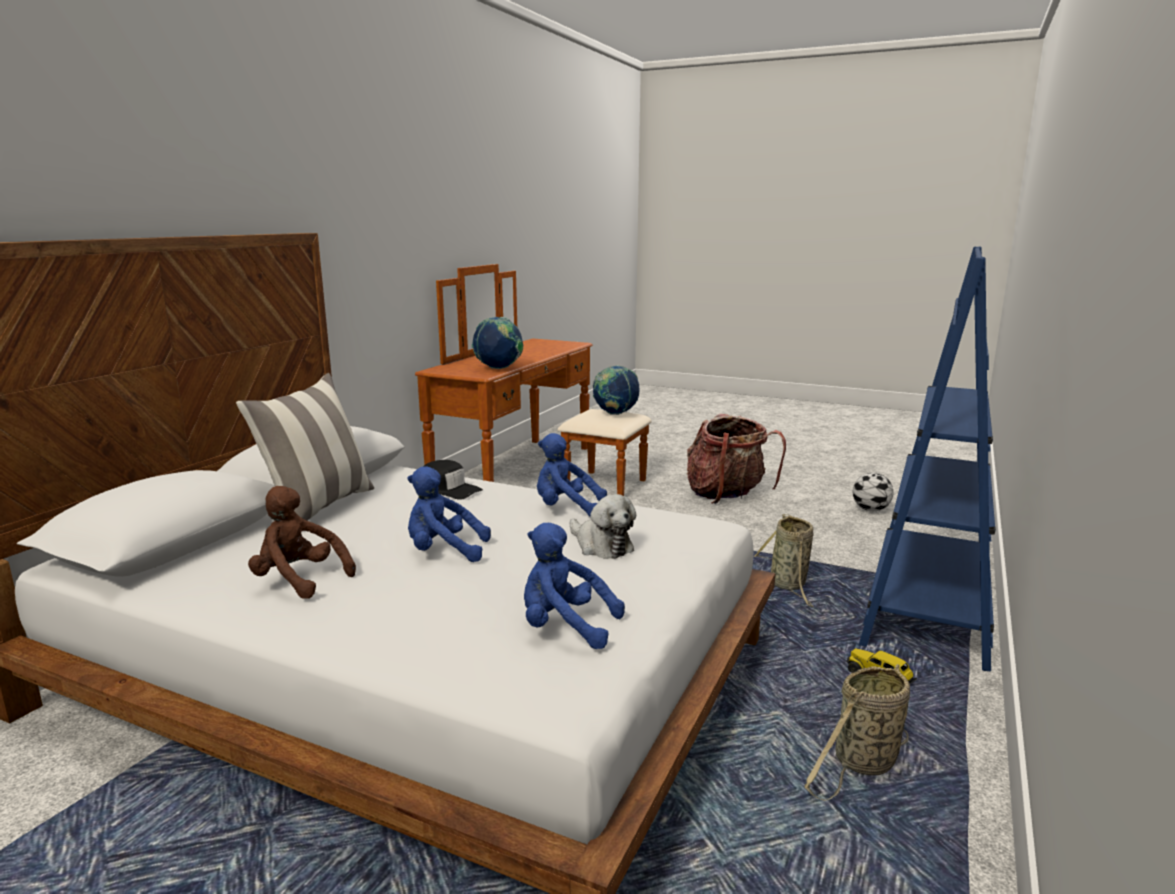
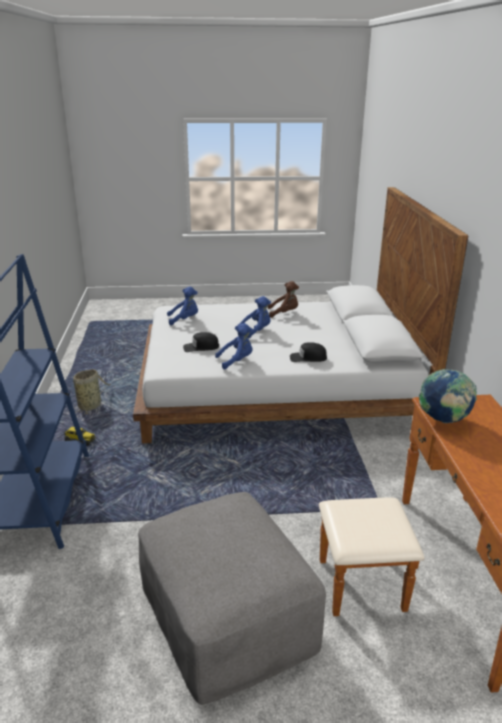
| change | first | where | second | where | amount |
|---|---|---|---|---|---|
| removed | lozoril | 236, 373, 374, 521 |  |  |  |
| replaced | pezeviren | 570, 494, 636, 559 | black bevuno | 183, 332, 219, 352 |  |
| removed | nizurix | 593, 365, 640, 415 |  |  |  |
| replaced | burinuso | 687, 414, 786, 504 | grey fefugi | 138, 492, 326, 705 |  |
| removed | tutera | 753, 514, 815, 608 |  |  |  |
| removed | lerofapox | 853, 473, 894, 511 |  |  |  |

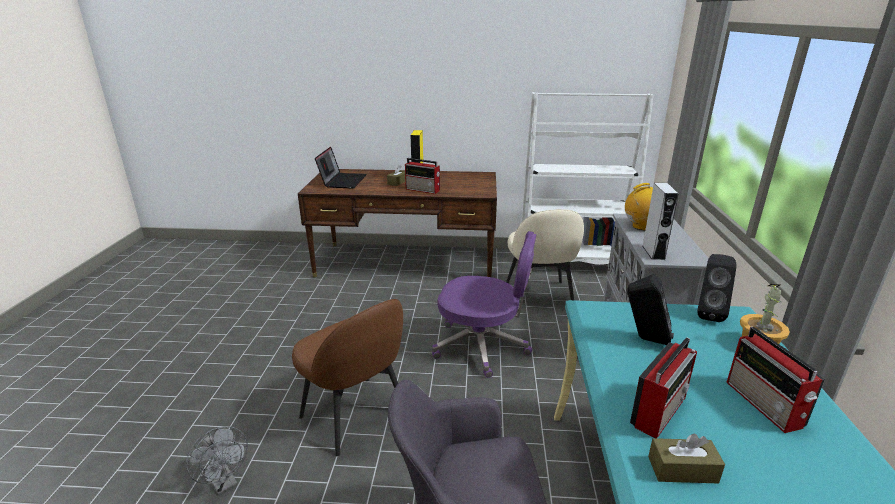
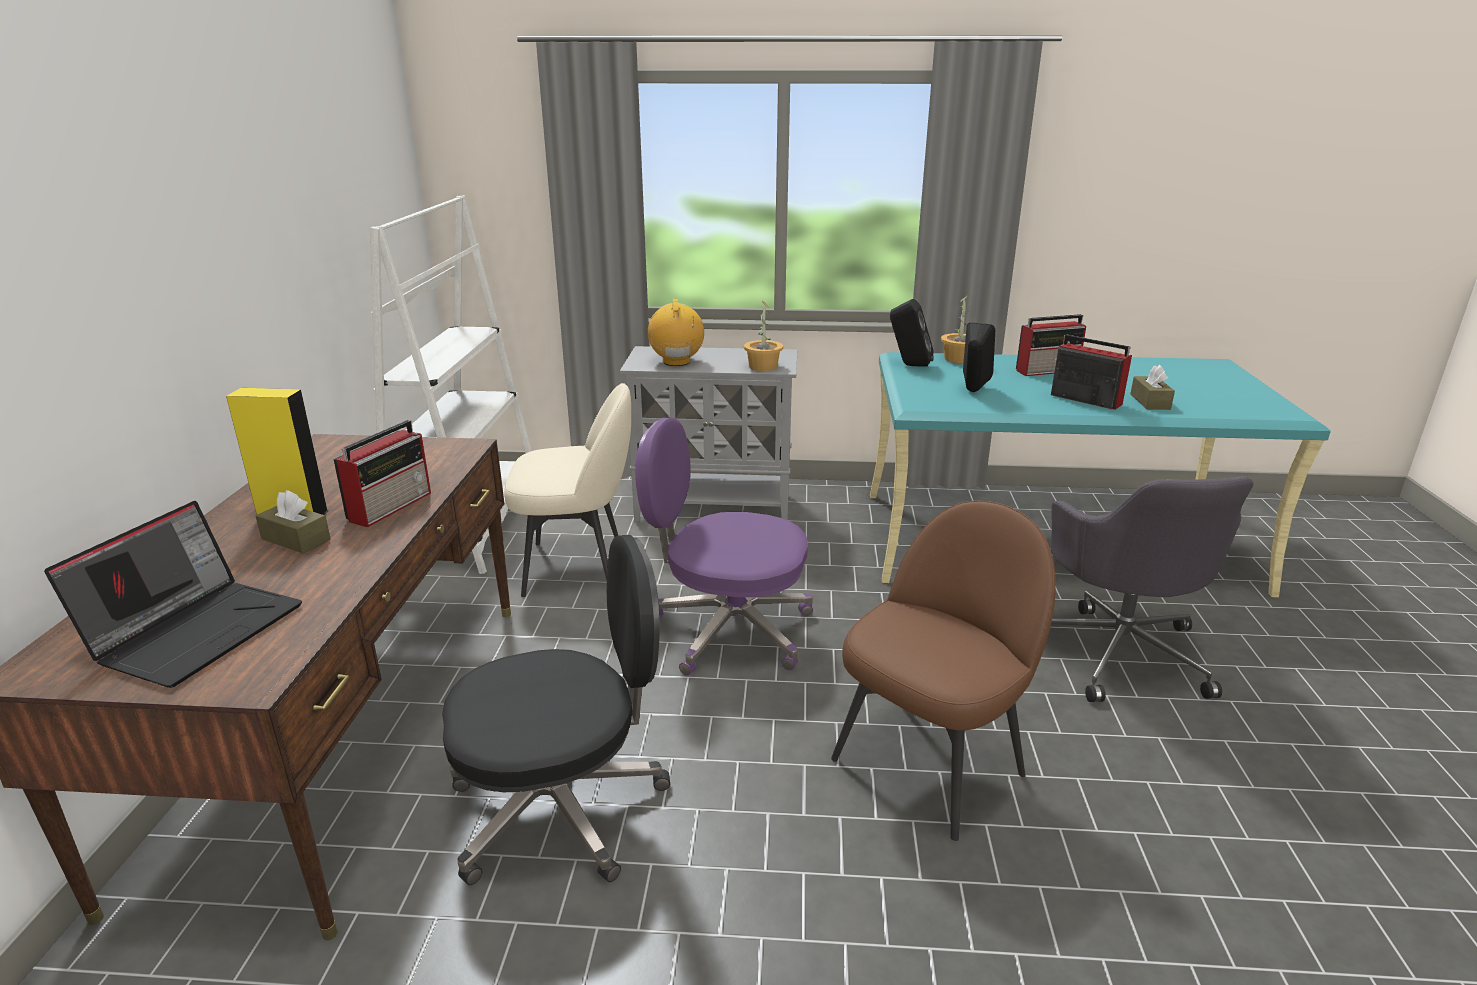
| change | first | where | second | where | amount |
|---|---|---|---|---|---|
| removed | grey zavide | 186, 426, 248, 495 |  |  |  |
| turned | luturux | 315, 147, 367, 189 |  | 44, 501, 302, 688 | 105 degrees clockwise |
| turned | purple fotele | 432, 231, 536, 378 |  | 635, 418, 813, 676 | 90 degrees counterclockwise |
| replaced | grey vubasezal | 643, 183, 679, 260 | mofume | 744, 300, 783, 371 |  |
| added |  |  | black fotele | 442, 535, 670, 885 |  |

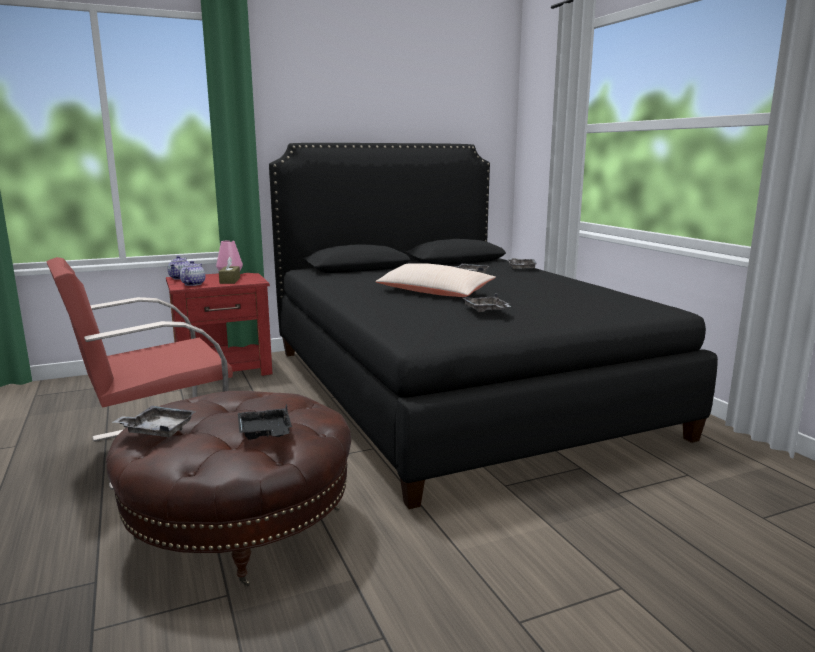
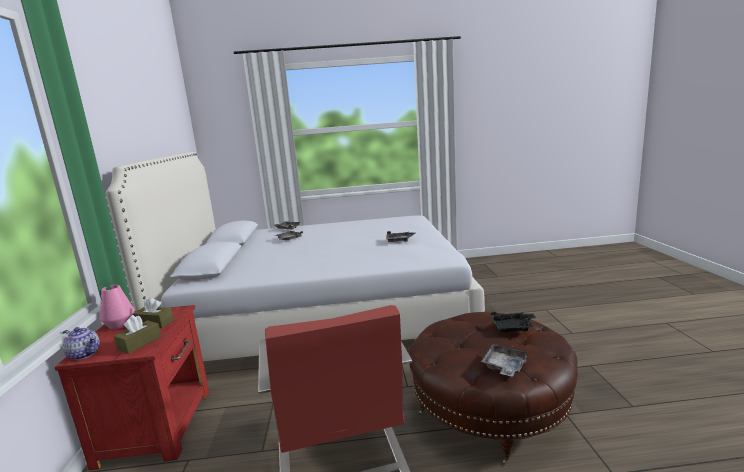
| change | first | where | second | where | amount |
|---|---|---|---|---|---|
| replaced | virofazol | 180, 261, 206, 286 | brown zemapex | 114, 315, 161, 354 |  |
| recoloured | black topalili | 269, 143, 718, 509 | white topalili | 106, 152, 485, 361 |  |
| removed | beige lozoril | 375, 263, 496, 297 |  |  |  |

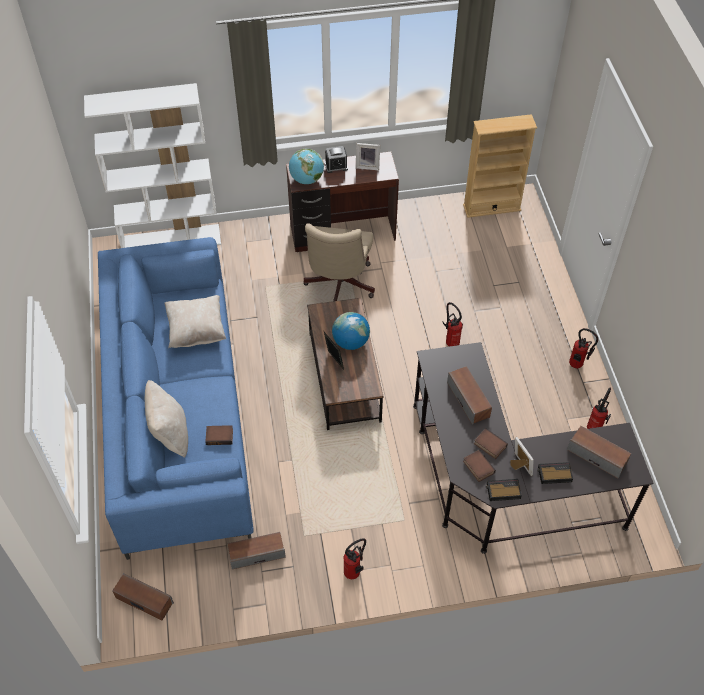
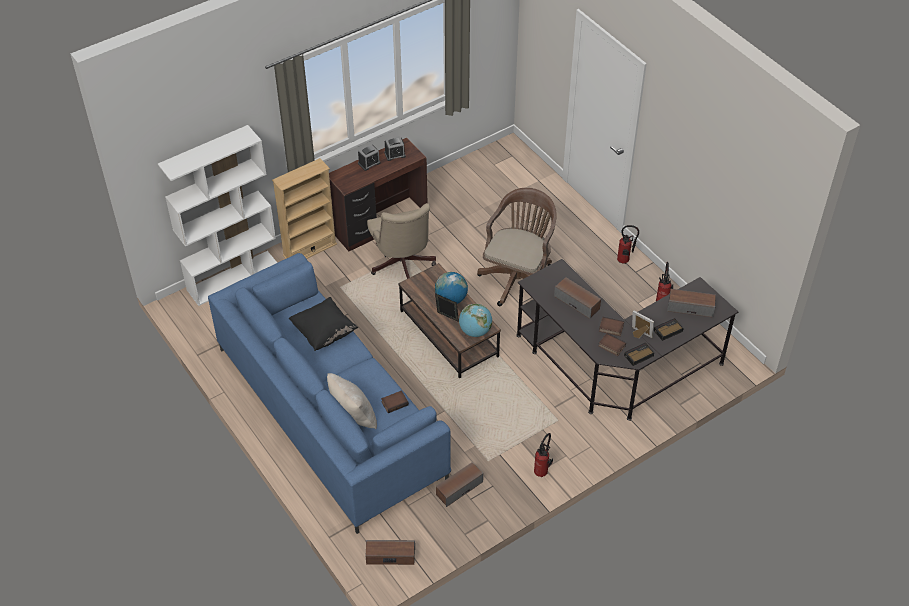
| change | first | where | second | where | amount |
|---|---|---|---|---|---|
| recoloured | beige lozoril | 165, 295, 226, 348 | black lozoril | 289, 297, 358, 351 |  |
| moved | nizurix | 289, 149, 324, 184 |  | 459, 304, 492, 337 |  |
| replaced | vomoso | 356, 143, 380, 170 | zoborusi | 384, 136, 406, 161 |  |
| replaced | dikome | 443, 302, 463, 347 | brown fotele | 477, 188, 557, 306 |  |
| moved | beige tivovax | 463, 114, 537, 218 |  | 272, 158, 337, 259 |  |

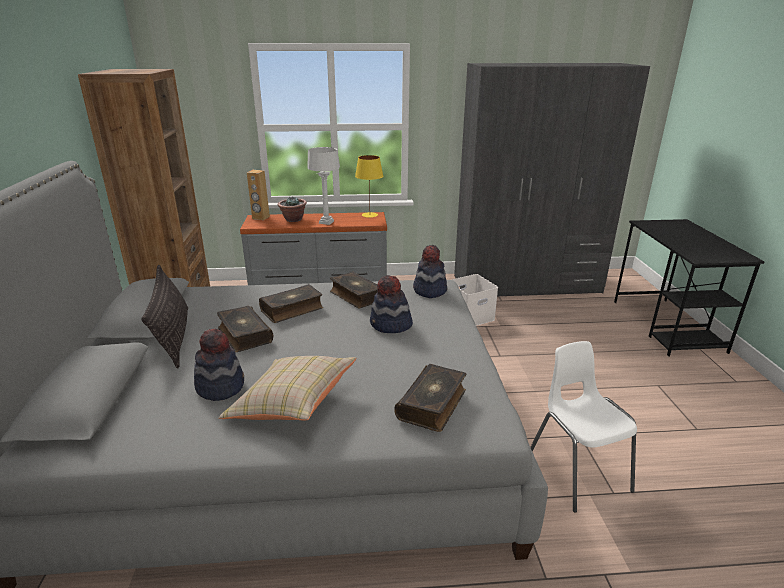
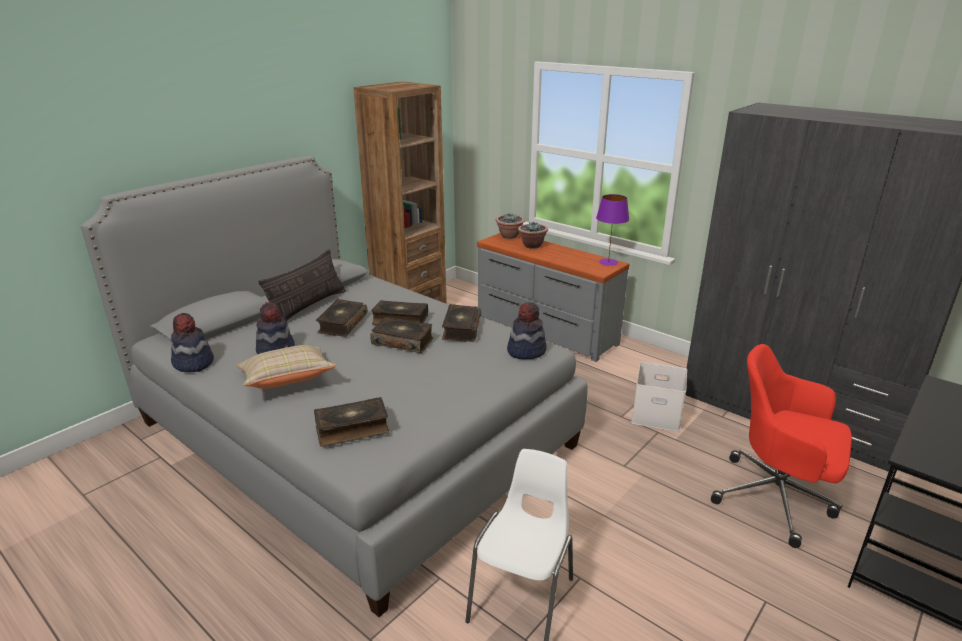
| change | first | where | second | where | amount |
|---|---|---|---|---|---|
| replaced | brown vubasezal | 247, 170, 270, 220 | mofume | 496, 213, 525, 239 |  |
| removed | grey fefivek | 307, 147, 340, 225 |  |  |  |
| recoloured | yellow fefivek | 355, 155, 383, 218 | purple fefivek | 596, 194, 629, 266 |  |
| moved | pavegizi | 370, 275, 413, 333 |  | 171, 313, 214, 372 |  |
| added |  |  | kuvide | 370, 317, 433, 353 |  |
| added |  |  | red fotele | 711, 344, 852, 548 |  |

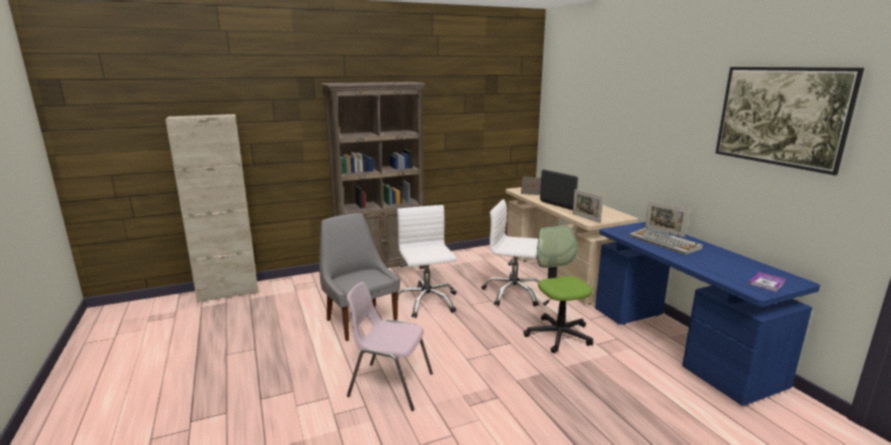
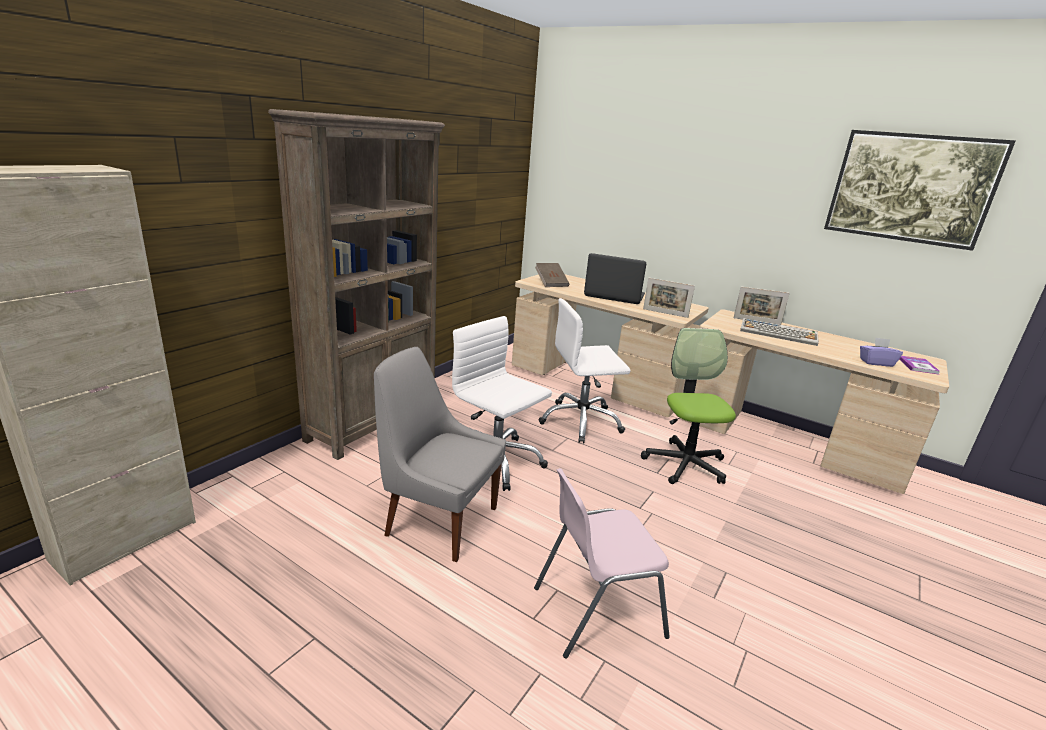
| change | first | where | second | where | amount |
|---|---|---|---|---|---|
| turned | fotele | 523, 225, 593, 353 |  | 641, 328, 736, 484 | 45 degrees clockwise |
| recoloured | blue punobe | 595, 222, 820, 406 | beige punobe | 682, 309, 949, 494 |  |
| added |  |  | purple zemapex | 860, 337, 903, 367 |  |

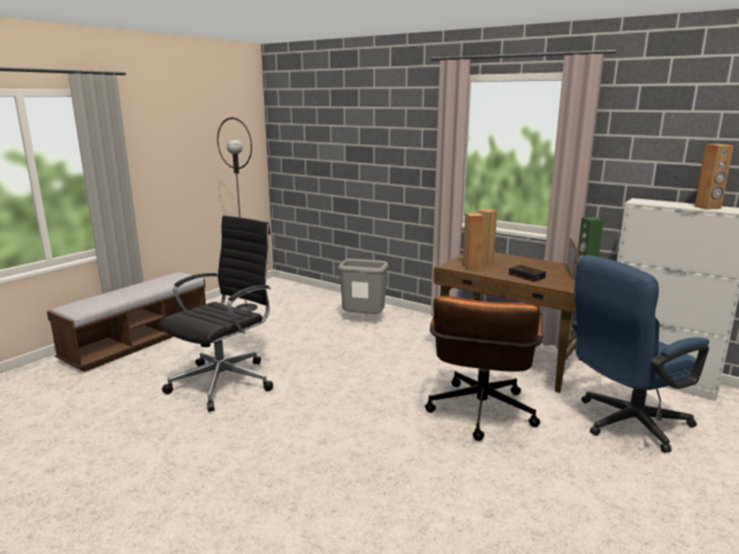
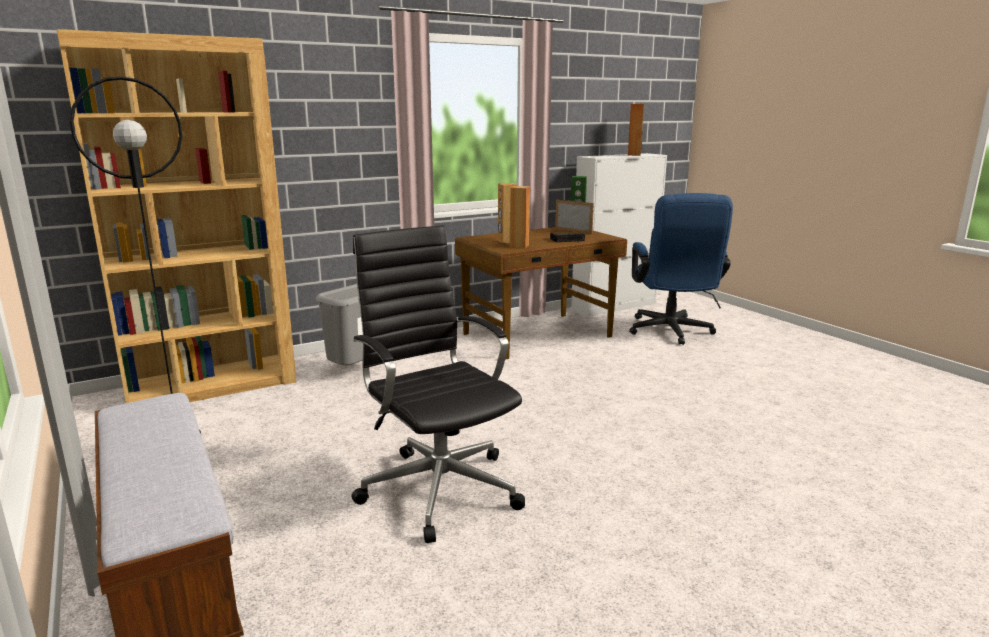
| change | first | where | second | where | amount |
|---|---|---|---|---|---|
| removed | brown fotele | 425, 296, 543, 441 |  |  |  |
| added |  |  | brown tivovax | 57, 29, 297, 403 |  |

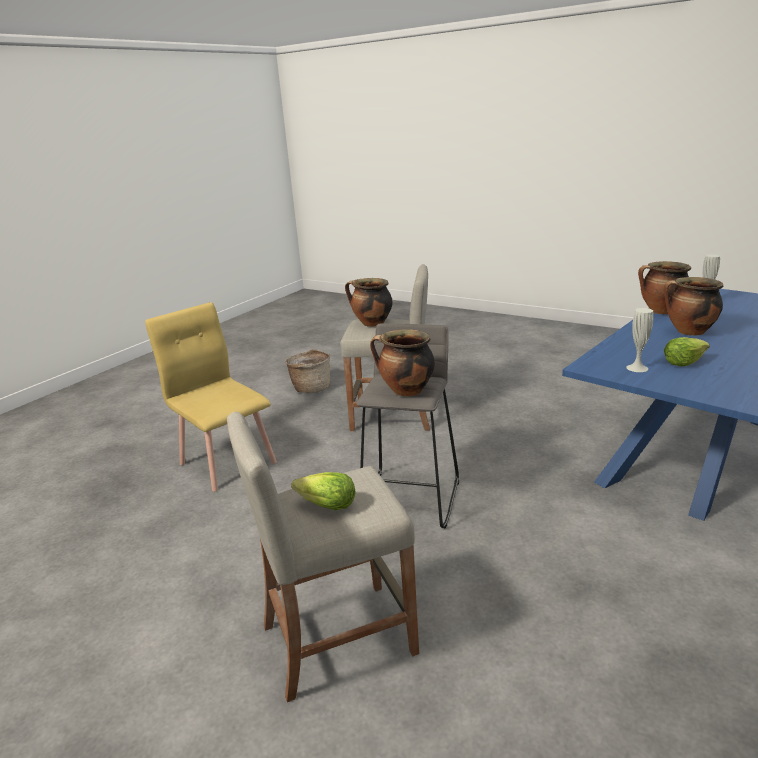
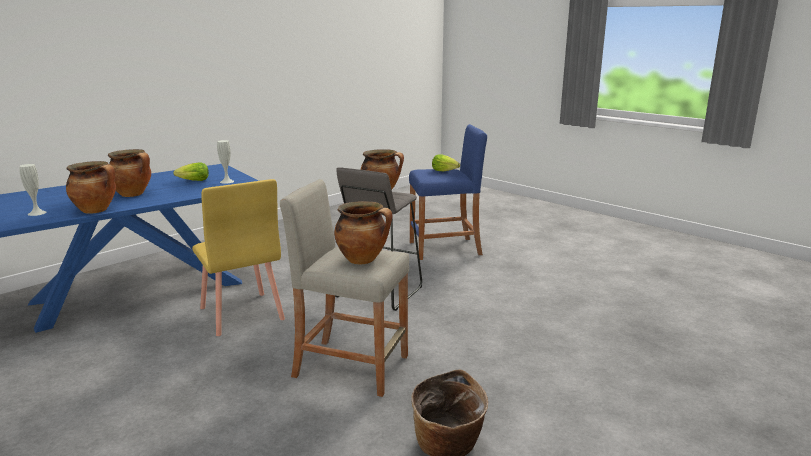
| change | first | where | second | where | amount |
|---|---|---|---|---|---|
| moved | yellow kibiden | 145, 302, 277, 492 |  | 192, 179, 285, 336 |  |
| recoloured | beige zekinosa | 227, 412, 419, 702 | blue zekinosa | 409, 124, 487, 260 |  |

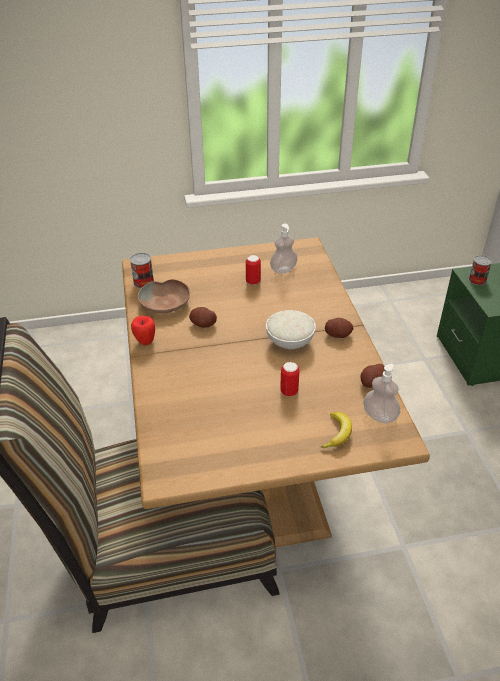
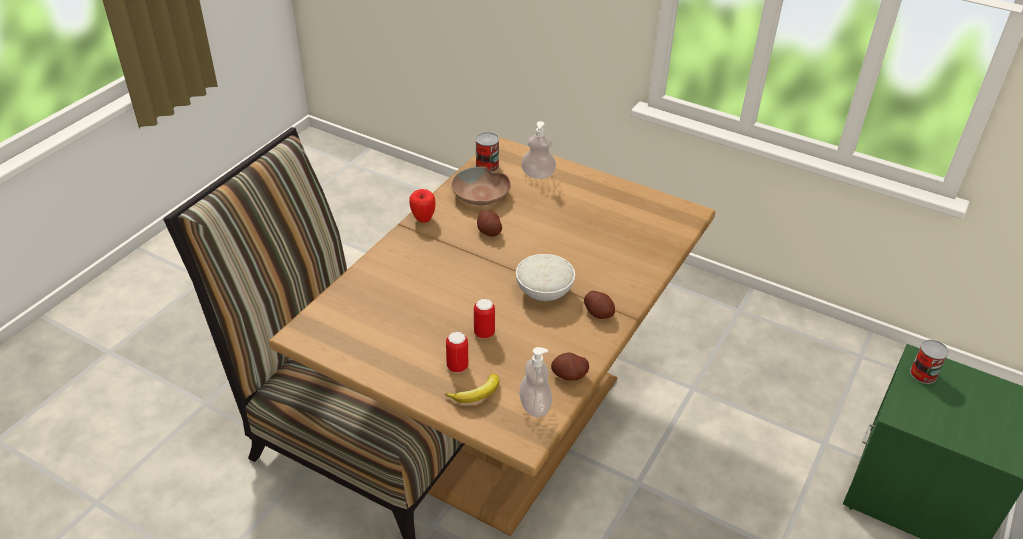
| change | first | where | second | where | amount |
|---|---|---|---|---|---|
| moved | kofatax | 246, 255, 261, 285 |  | 446, 332, 468, 373 |  |
| moved | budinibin | 270, 224, 298, 274 |  | 521, 121, 556, 179 |  |

